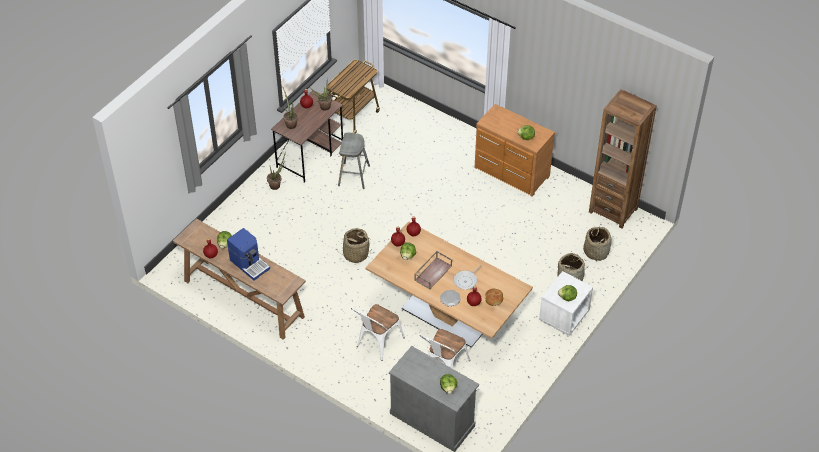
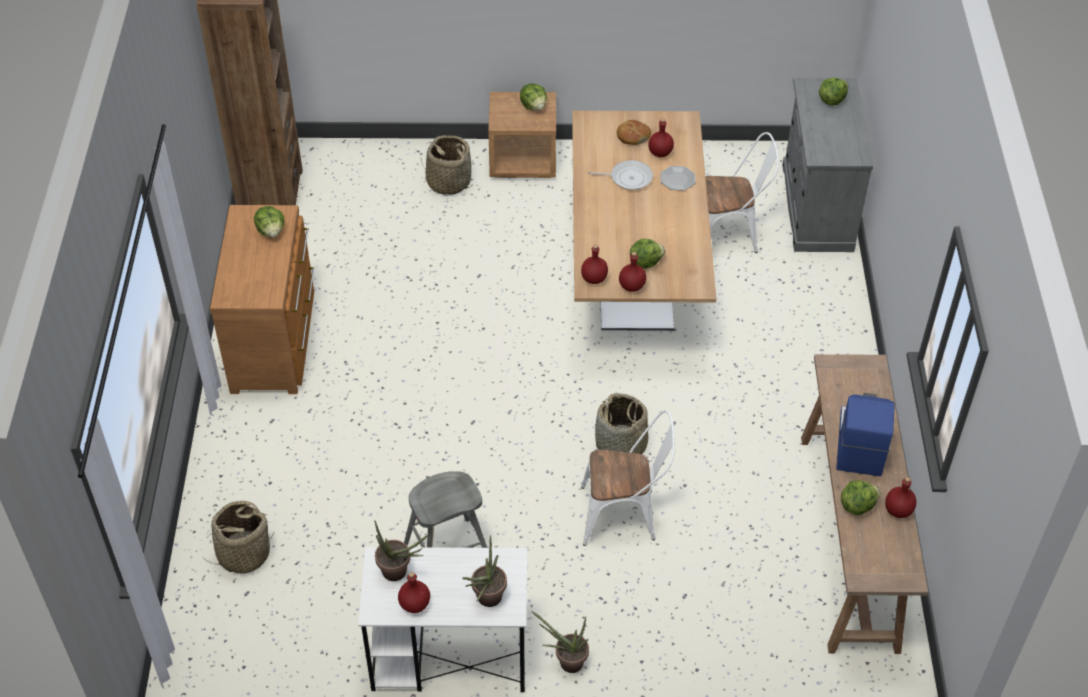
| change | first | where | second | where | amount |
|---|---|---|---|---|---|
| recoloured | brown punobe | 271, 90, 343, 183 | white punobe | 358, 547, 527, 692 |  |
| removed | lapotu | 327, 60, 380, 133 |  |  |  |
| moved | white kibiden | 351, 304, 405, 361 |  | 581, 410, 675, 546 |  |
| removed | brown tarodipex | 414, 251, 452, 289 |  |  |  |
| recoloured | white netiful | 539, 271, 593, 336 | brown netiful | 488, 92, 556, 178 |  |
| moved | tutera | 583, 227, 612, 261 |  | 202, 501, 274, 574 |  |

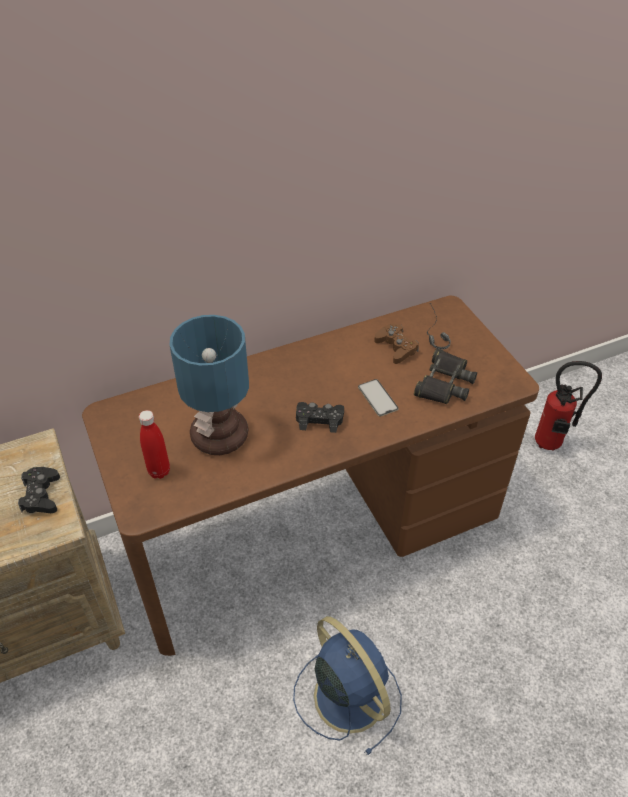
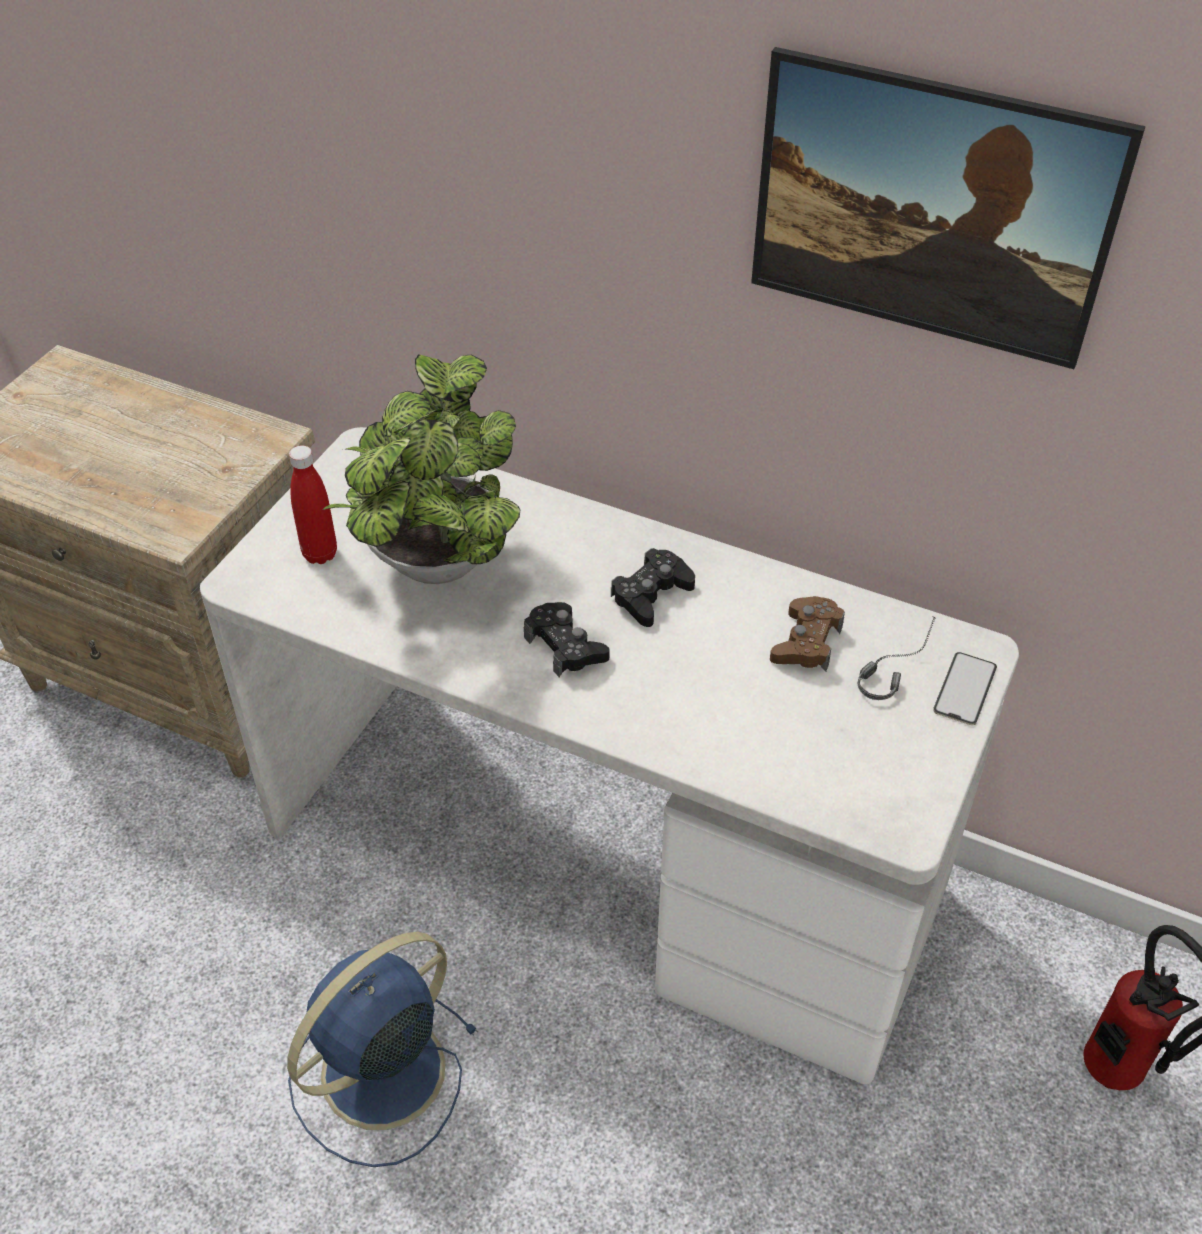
| change | first | where | second | where | amount |
|---|---|---|---|---|---|
| moved | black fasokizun | 18, 467, 60, 513 |  | 611, 548, 695, 627 |  |
| recoloured | brown punobe | 82, 296, 539, 656 | white punobe | 200, 427, 1019, 1084 |  |
| replaced | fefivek | 170, 315, 249, 455 | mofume | 322, 354, 520, 584 |  |
| turned | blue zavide | 293, 616, 402, 756 |  | 287, 932, 478, 1167 | 150 degrees counterclockwise |
| moved | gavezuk | 358, 379, 399, 416 |  | 933, 652, 997, 725 |  |
| removed | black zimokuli | 414, 349, 477, 404 |  |  |  |
| added |  |  | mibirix | 751, 47, 1145, 369 |  |

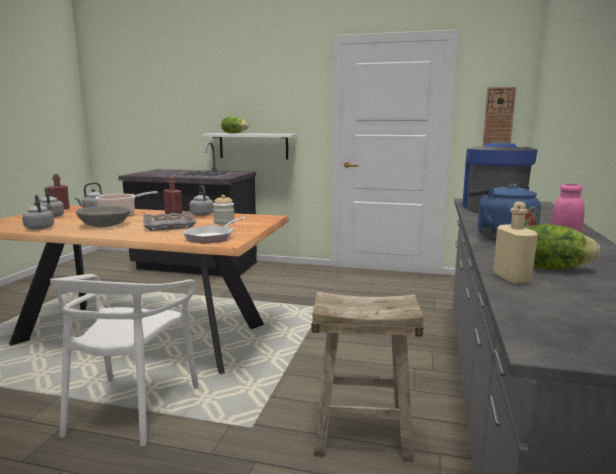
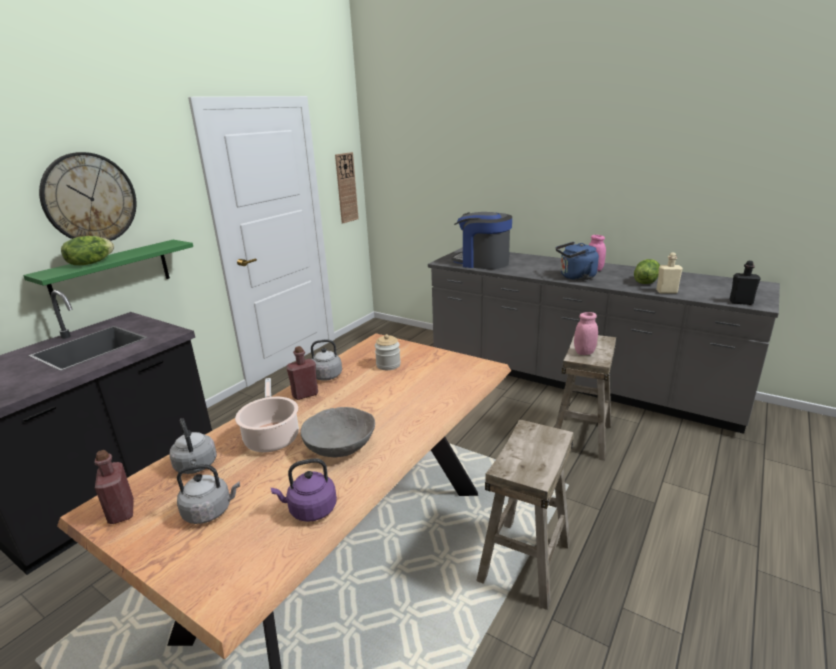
| change | first | where | second | where | amount |
|---|---|---|---|---|---|
| recoloured | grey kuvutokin | 22, 194, 54, 230 | purple kuvutokin | 271, 458, 337, 522 |  |
| replaced | white kibiden | 50, 274, 199, 447 | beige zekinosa | 476, 419, 574, 610 |  |
| removed | grey tarodipex | 143, 212, 196, 231 |  |  |  |
| removed | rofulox | 183, 217, 246, 244 |  |  |  |
| recoloured | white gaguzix | 202, 133, 297, 159 | green gaguzix | 23, 240, 193, 311 |  |
| added |  |  | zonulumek | 39, 152, 136, 241 |  |
| added |  |  | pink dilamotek | 574, 312, 598, 355 |  |
| added |  |  | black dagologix | 730, 261, 761, 305 |  |

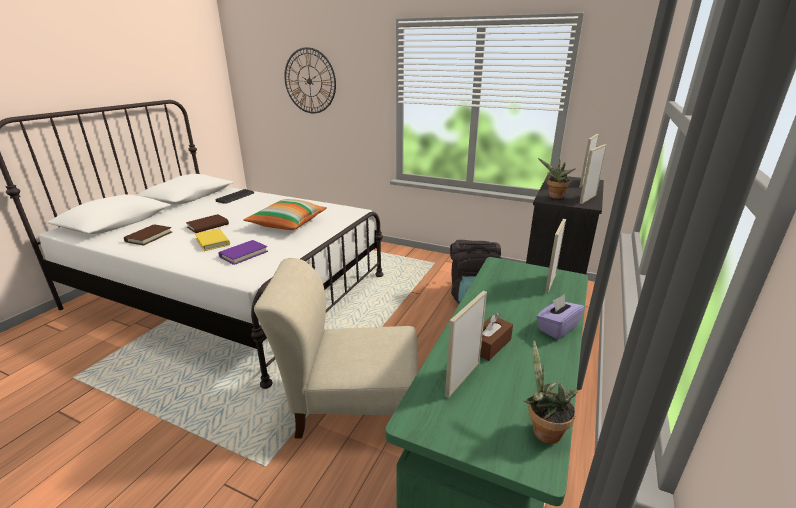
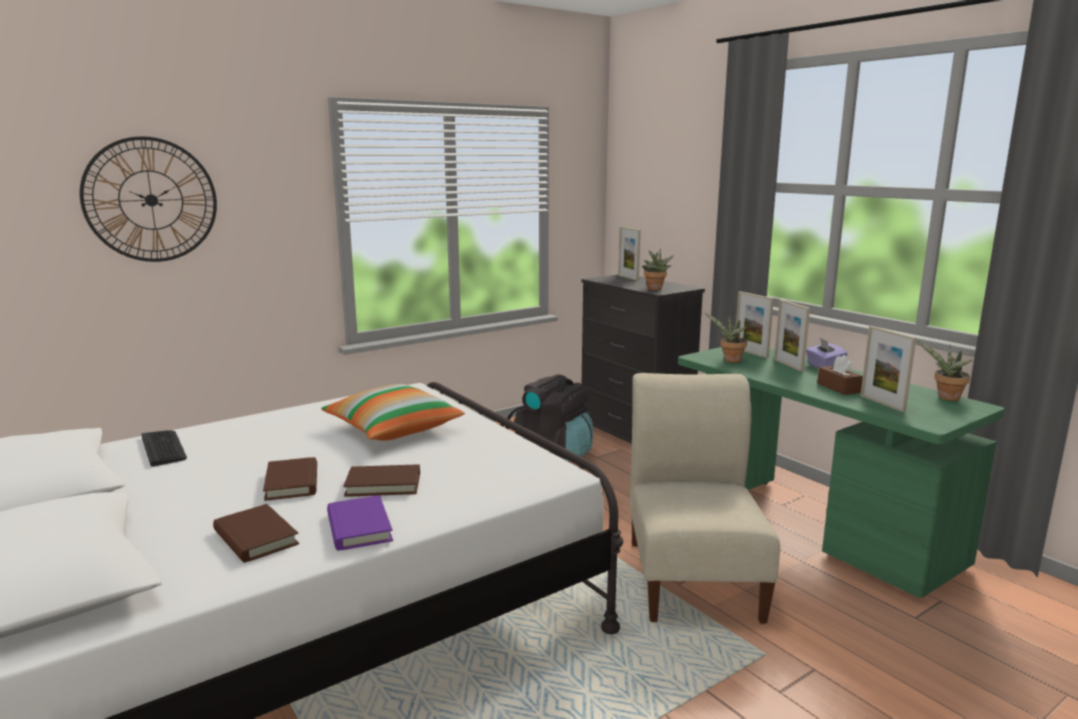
| change | first | where | second | where | amount |
|---|---|---|---|---|---|
| recoloured | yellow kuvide | 195, 229, 230, 251 | brown kuvide | 343, 464, 420, 497 |  |
| moved | purple kuvide | 219, 240, 268, 265 |  | 327, 495, 393, 551 |  |
| turned | beige kibiden | 254, 258, 418, 438 |  | 630, 373, 780, 624 | 150 degrees clockwise |
| moved | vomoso | 579, 144, 607, 204 |  | 774, 299, 810, 372 |  |
| added |  |  | mofume | 705, 313, 747, 363 |  |

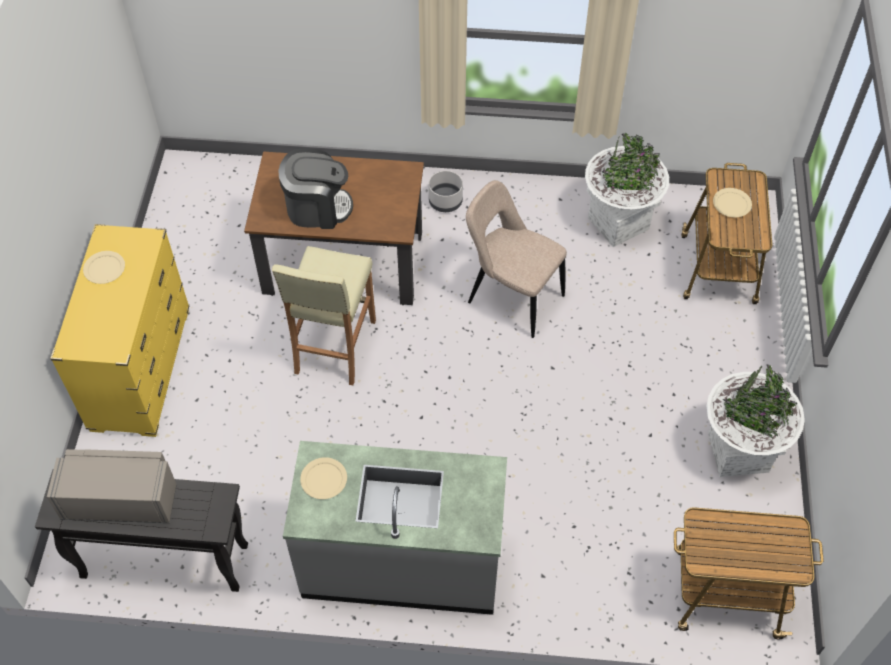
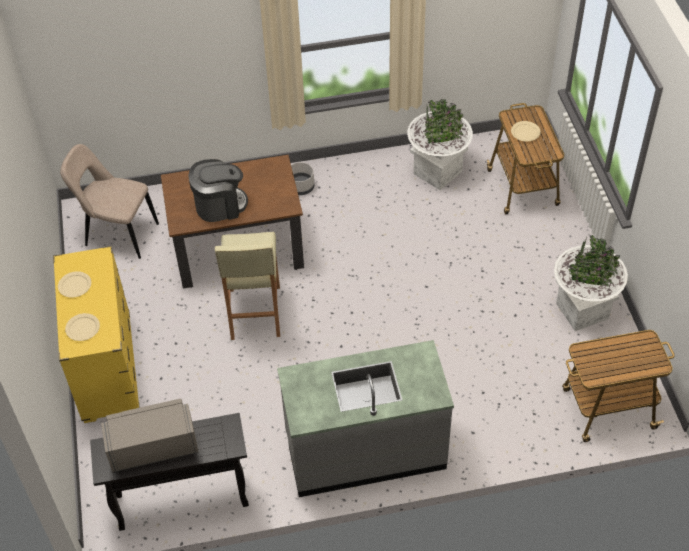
| change | first | where | second | where | amount |
|---|---|---|---|---|---|
| moved | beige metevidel | 300, 457, 347, 499 |  | 65, 313, 100, 341 |  |
| moved | beige kibiden | 466, 180, 567, 338 |  | 60, 144, 159, 259 |  |

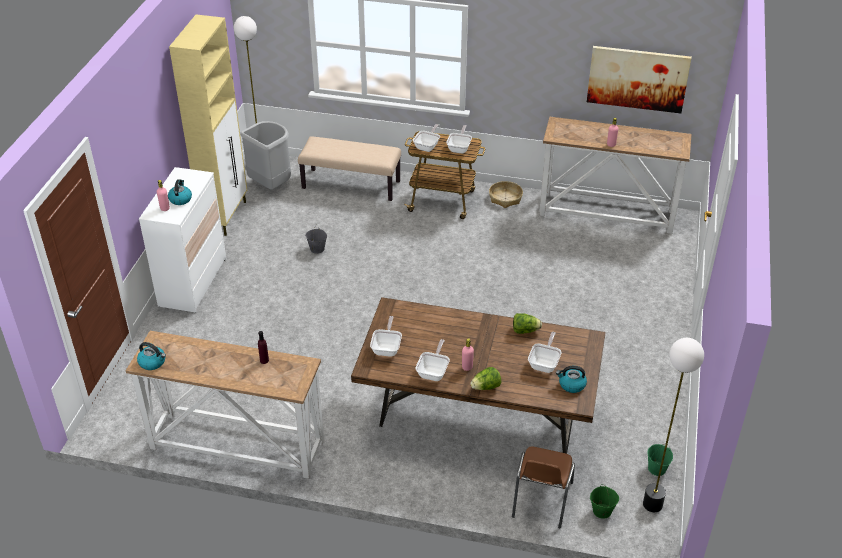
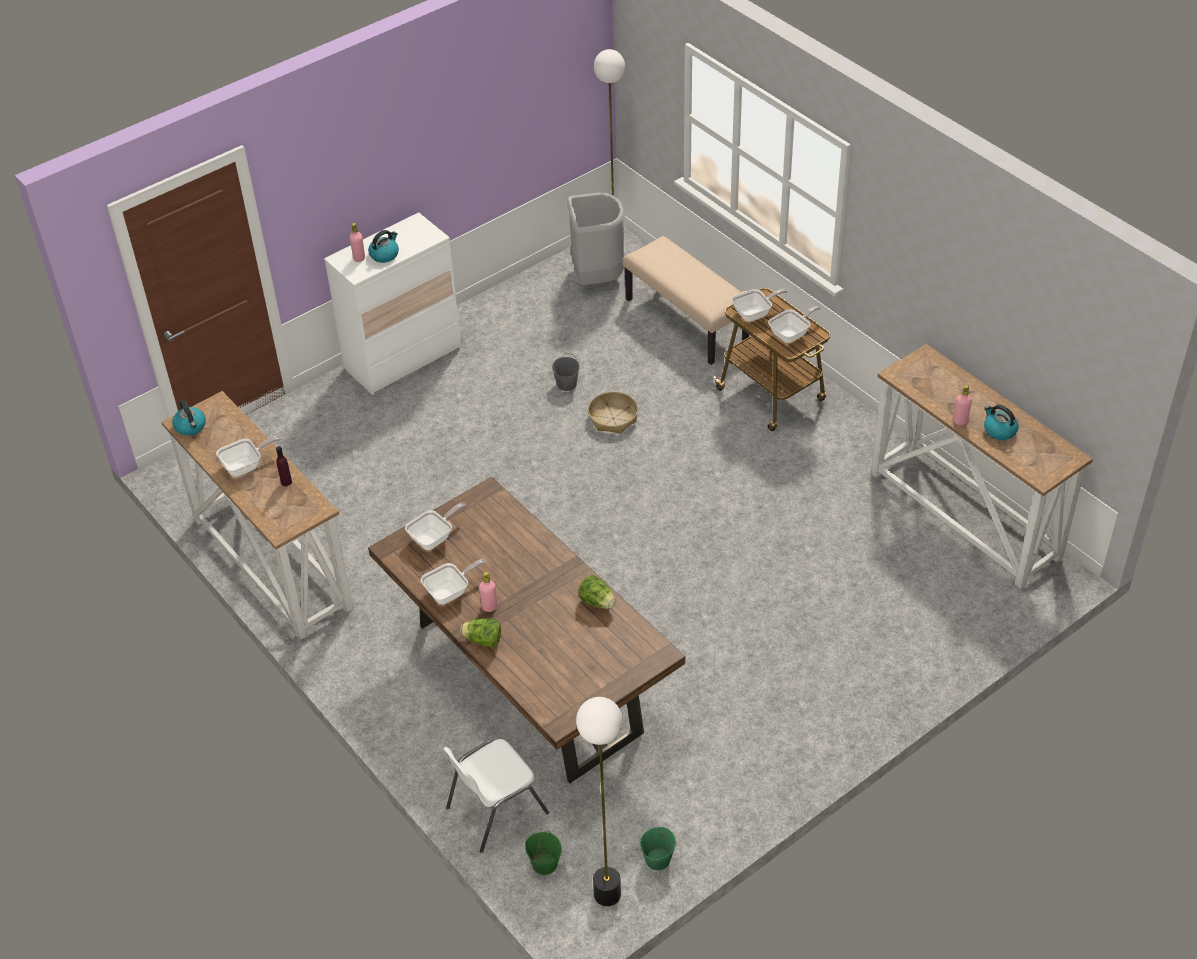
| change | first | where | second | where | amount |
|---|---|---|---|---|---|
| removed | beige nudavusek | 169, 14, 247, 236 |  |  |  |
| moved | tutera | 489, 181, 523, 208 |  | 588, 392, 638, 434 |  |
| recoloured | brown kibiden | 512, 446, 575, 529 | white kibiden | 443, 739, 549, 853 |  |
| moved | rofulox | 528, 332, 562, 373 |  | 216, 436, 281, 477 |  |
| moved | kuvutokin | 556, 366, 587, 393 |  | 984, 405, 1018, 440 |  |
| removed | mibirix | 587, 46, 692, 113 |  |  |  |

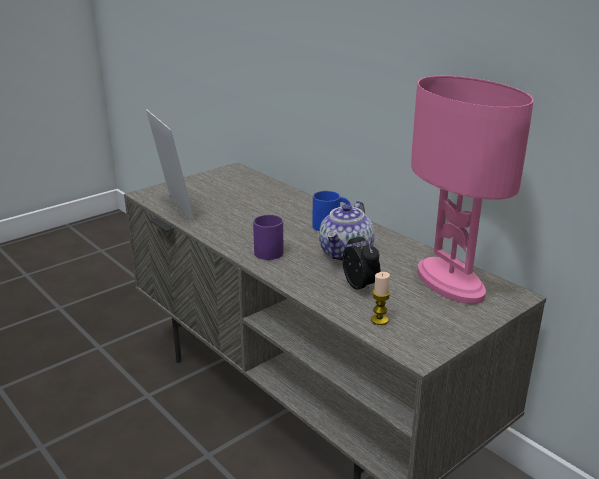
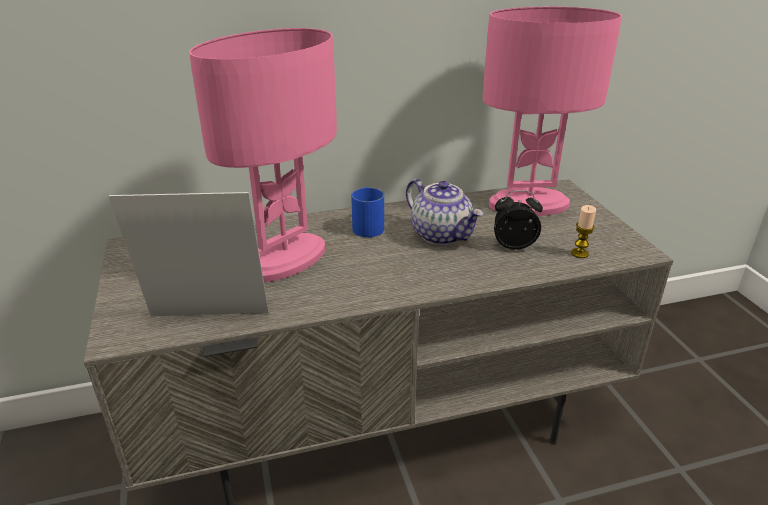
| change | first | where | second | where | amount |
|---|---|---|---|---|---|
| removed | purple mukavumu | 253, 215, 284, 260 |  |  |  |
| added |  |  | pink fefivek | 189, 28, 337, 282 |  |

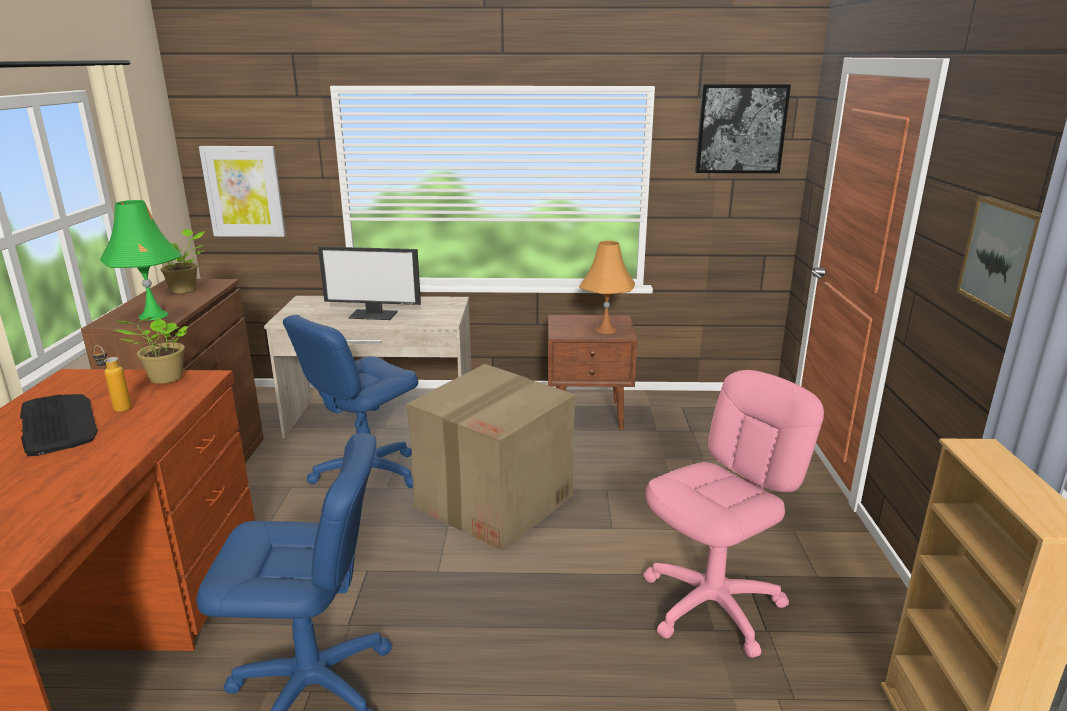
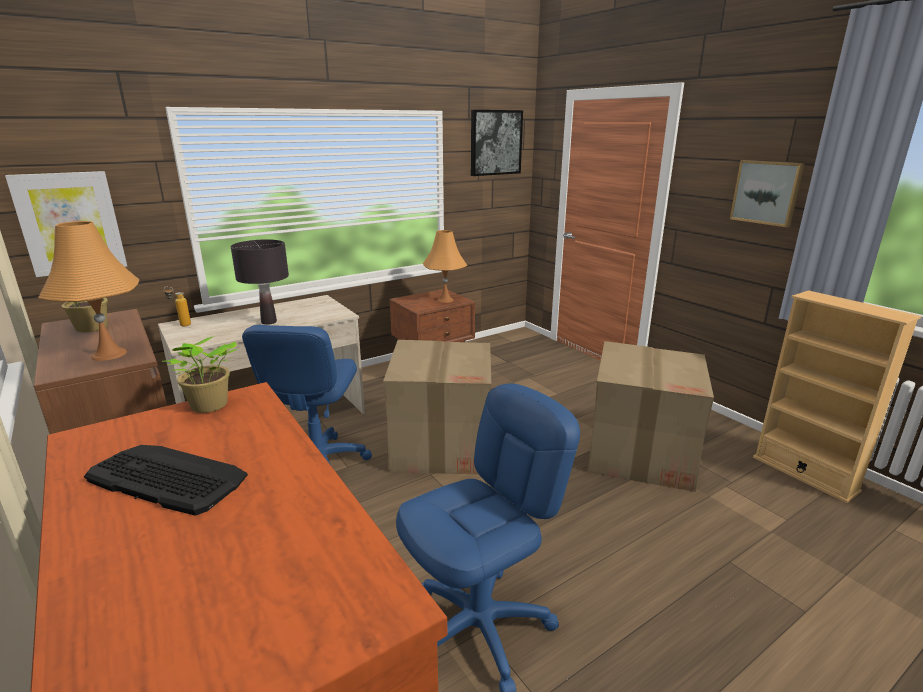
| change | first | where | second | where | amount |
|---|---|---|---|---|---|
| moved | dagologix | 93, 345, 132, 412 |  | 164, 286, 191, 326 |  |
| recoloured | green fefivek | 100, 200, 182, 320 | orange fefivek | 38, 221, 139, 361 |  |
| replaced | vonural | 318, 246, 421, 320 | black fefivek | 231, 239, 289, 325 |  |
| replaced | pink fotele | 644, 370, 824, 658 | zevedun | 587, 341, 714, 492 |  |

